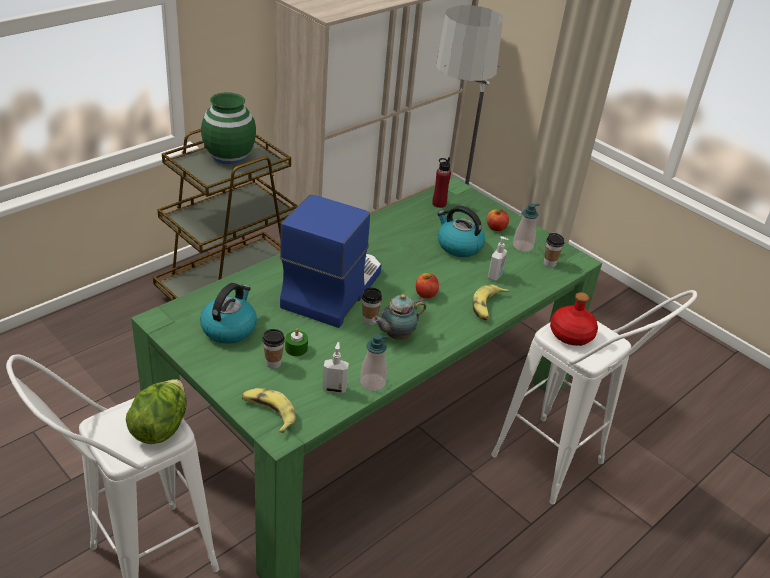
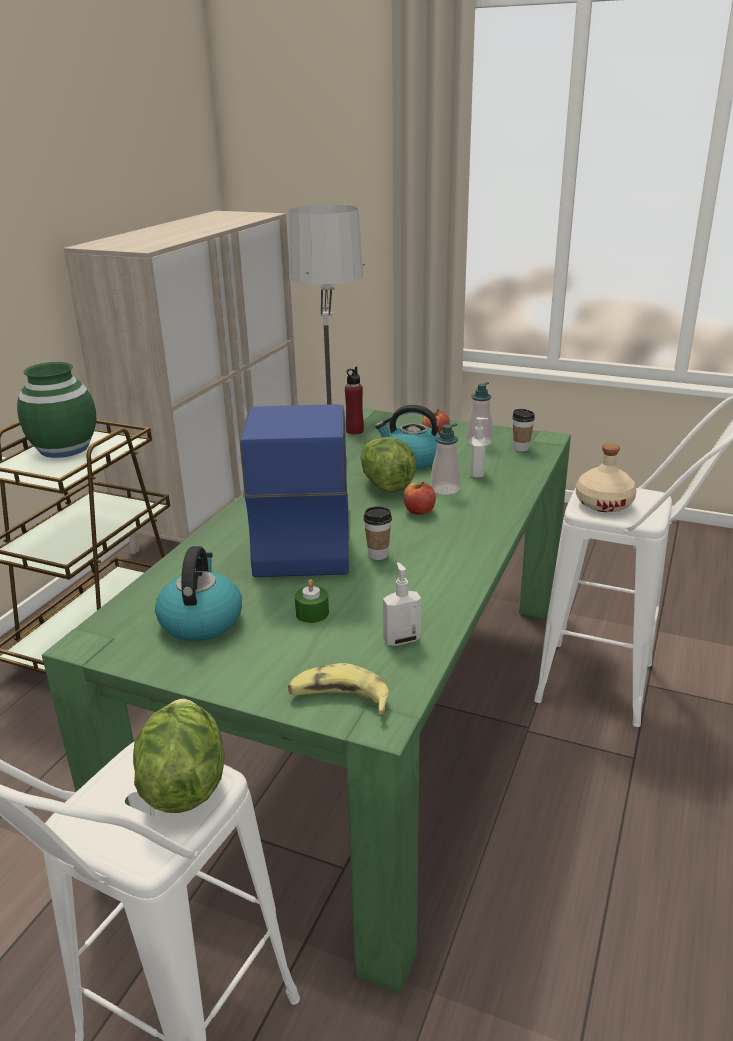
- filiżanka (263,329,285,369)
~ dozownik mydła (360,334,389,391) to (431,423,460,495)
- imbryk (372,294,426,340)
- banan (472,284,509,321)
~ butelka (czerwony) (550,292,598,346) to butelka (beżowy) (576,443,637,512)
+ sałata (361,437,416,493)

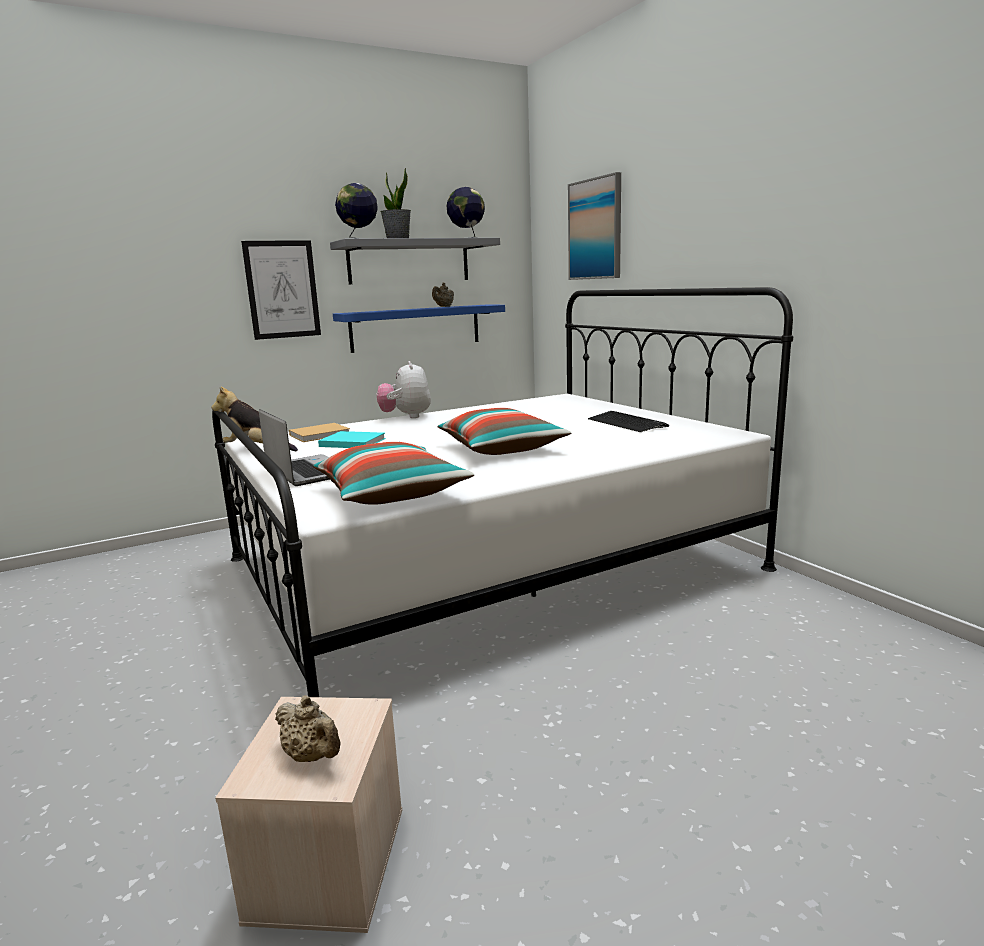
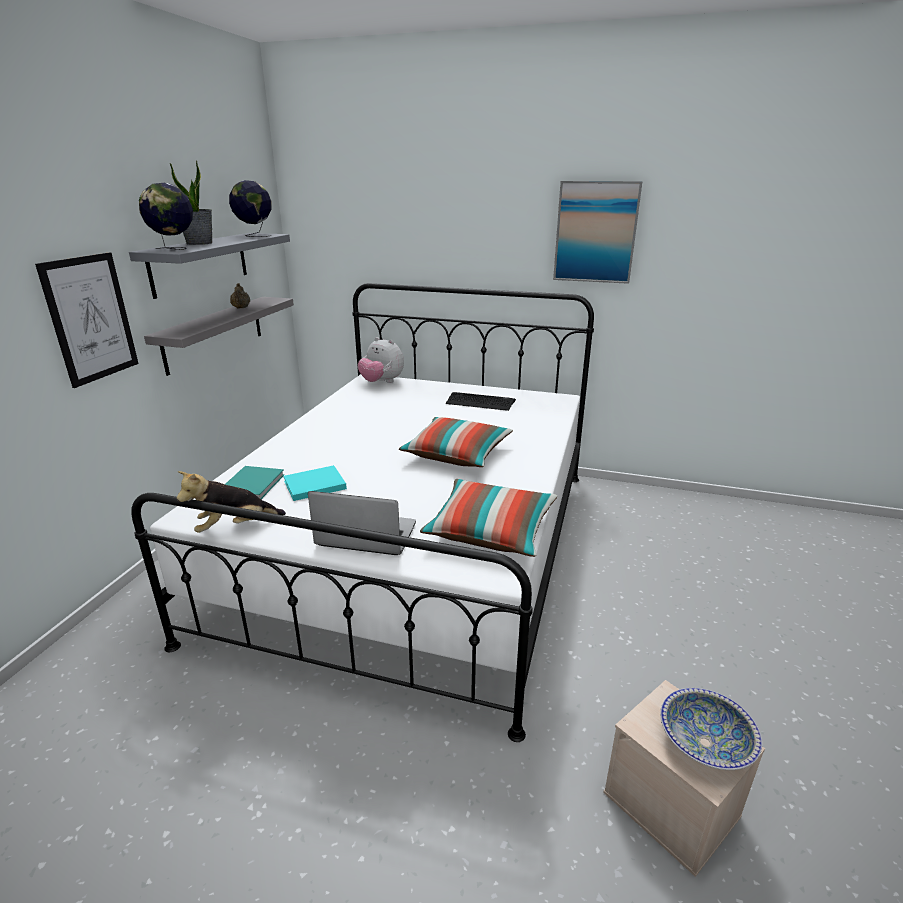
~ imbryk (beżowy) (275,695,340,762) to miska (660,688,762,770)
~ książka (beżowy) (289,423,350,442) to książka (turkusowy) (225,466,284,499)
~ półka (niebieski) (333,304,505,353) to półka (szary) (144,297,294,376)
~ pluszak (377,361,431,418) to (358,337,404,383)
~ obraz (568,172,621,280) to (553,181,643,284)

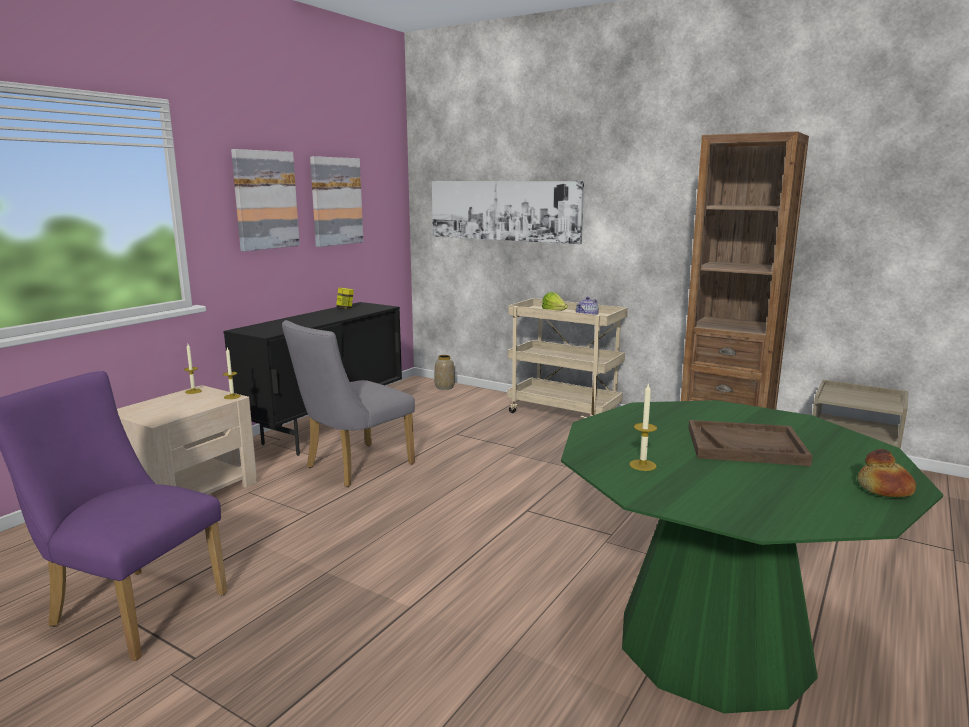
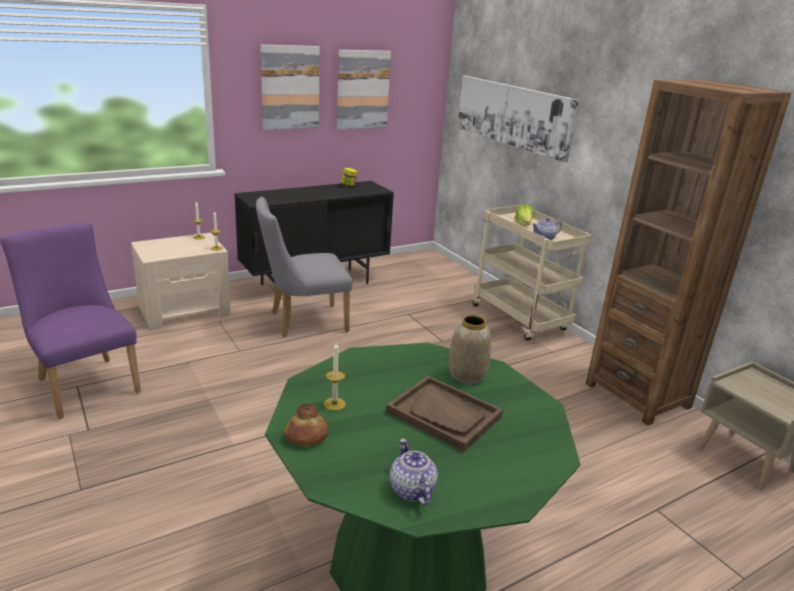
~ wazon (434,355,455,390) to (449,315,491,384)
~ chleb (857,449,916,497) to (284,403,328,447)
+ imbryk (390,439,438,506)

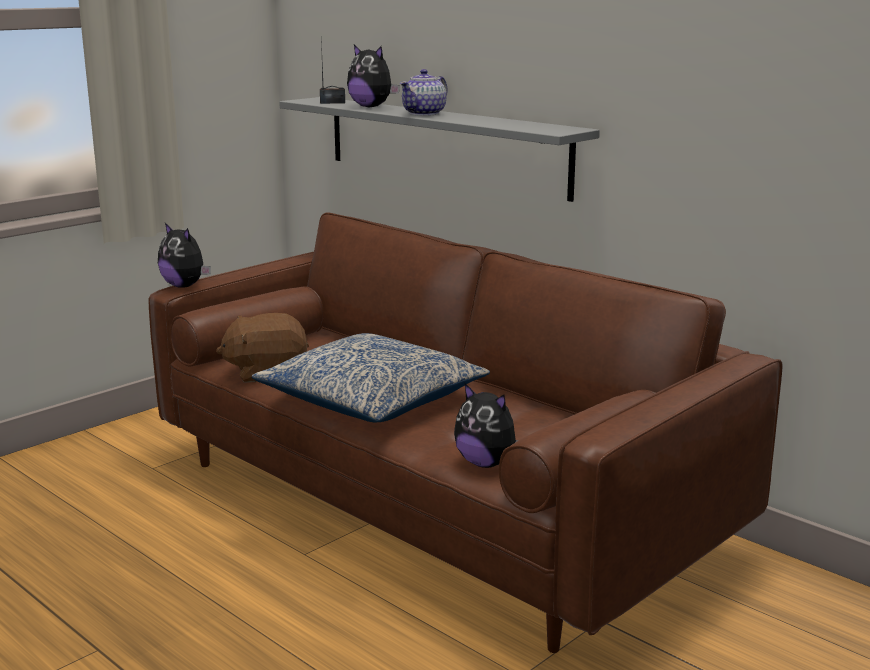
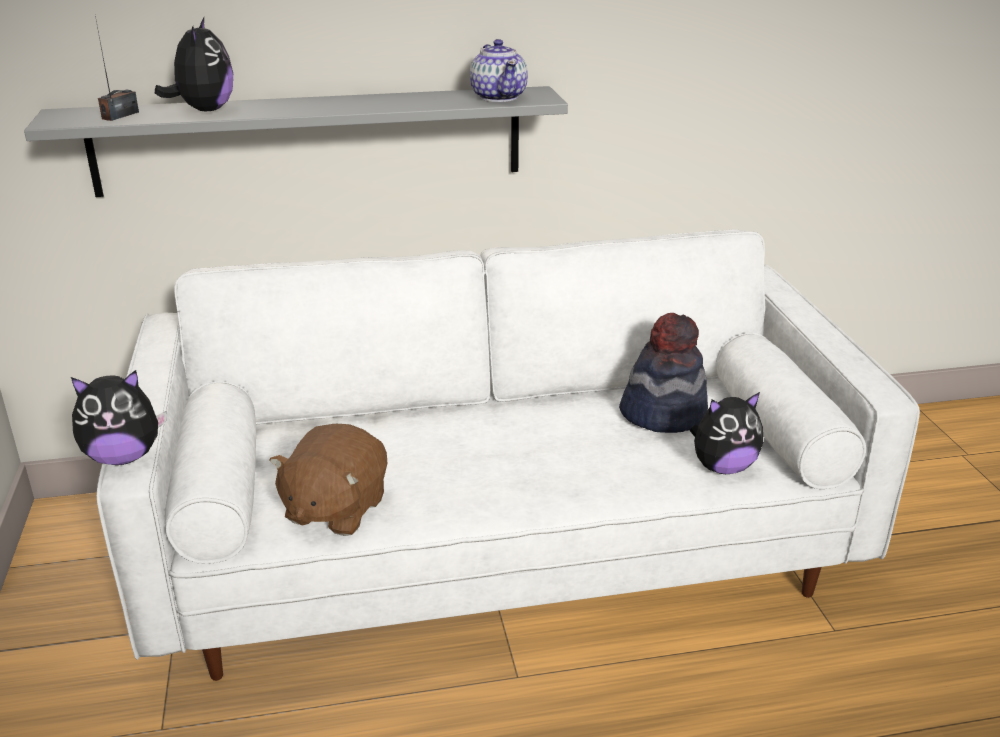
~ kanapa (brązowy) (149,212,782,653) to kanapa (biały) (97,229,920,681)
- poduszka (252,333,490,422)
~ pluszak (347,45,400,108) = (155,18,233,111) 75 degrees counterclockwise
~ imbryk (400,69,448,116) to (470,39,528,102)
+ kapelusz (619,313,708,433)

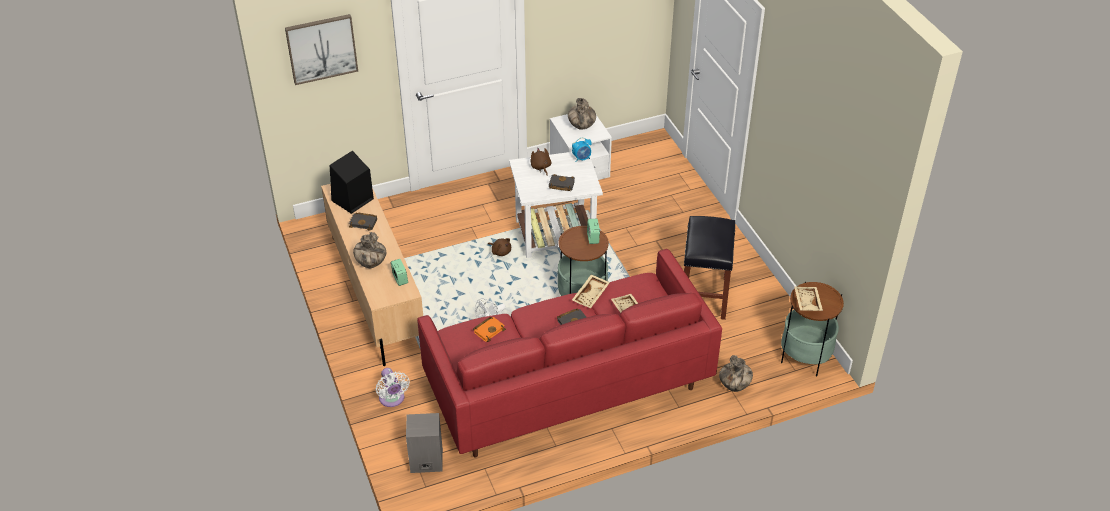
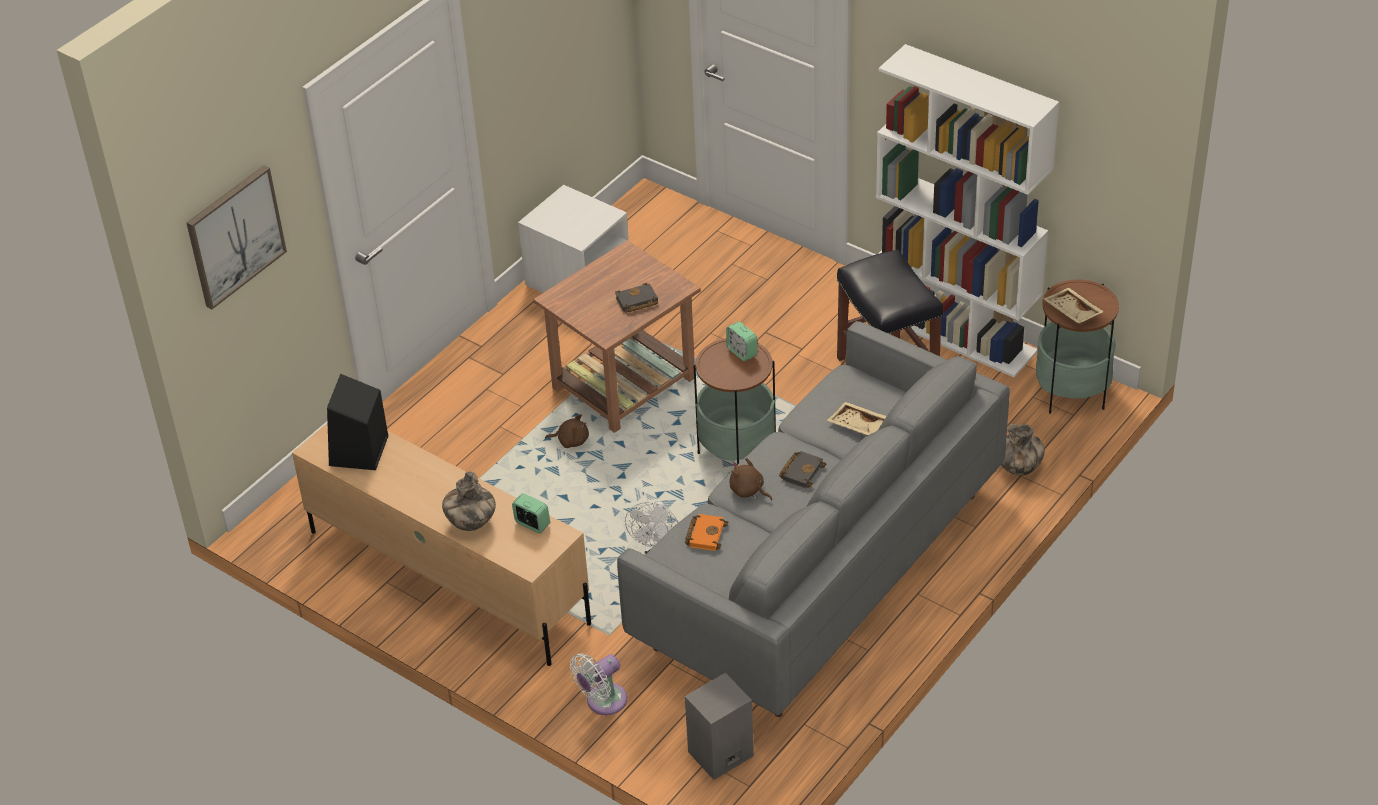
- książka (czarny) (349,213,377,231)
~ wentylator (biały) (375,368,410,407) = (570,653,627,715) 105 degrees clockwise
~ kanapa (czerwony) (417,249,722,457) to kanapa (szary) (617,321,1010,717)
~ stolik (biały) (509,152,603,258) to stolik (brązowy) (533,240,701,433)
~ pluszak (brązowy) (530,148,552,175) to (729,458,772,501)
- wazon (568,98,596,129)
- budzik (572,138,592,162)
- taca (beżowy) (572,275,610,308)
+ regał (biały) (876,44,1059,377)

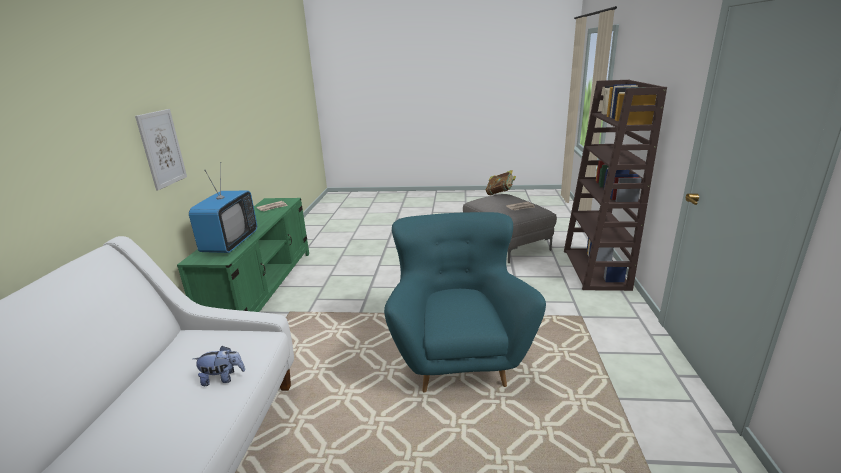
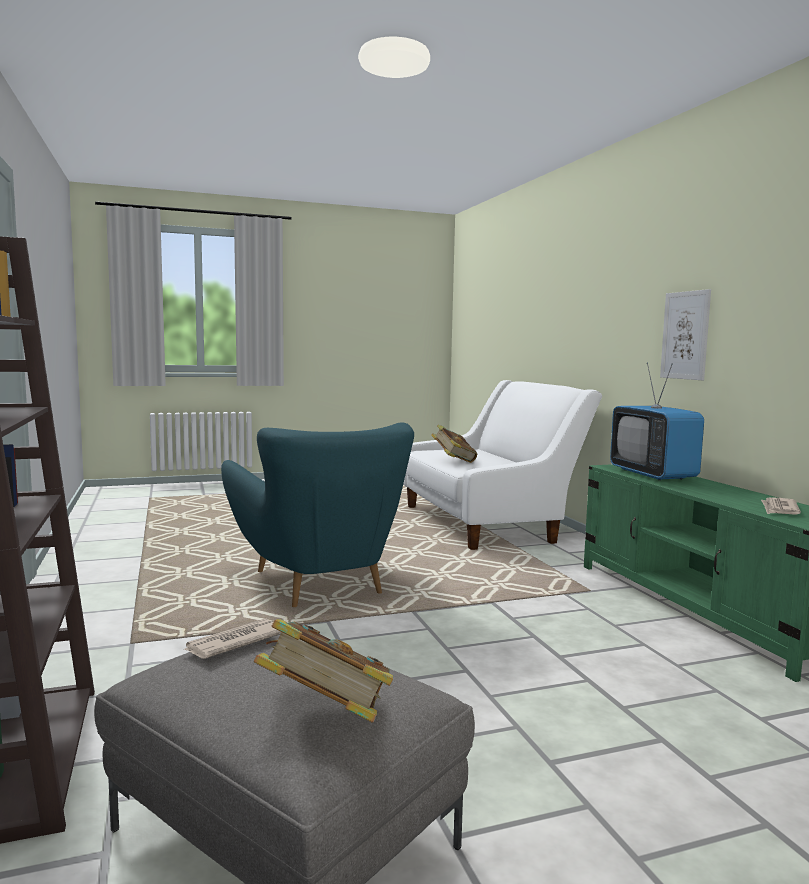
~ pluszak (193,346,245,386) to książka (431,424,477,463)

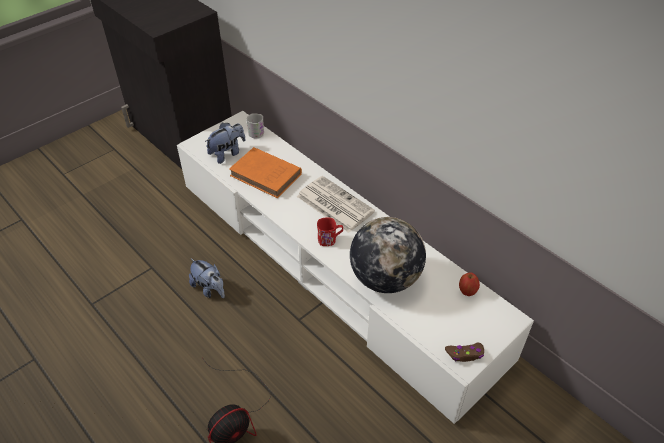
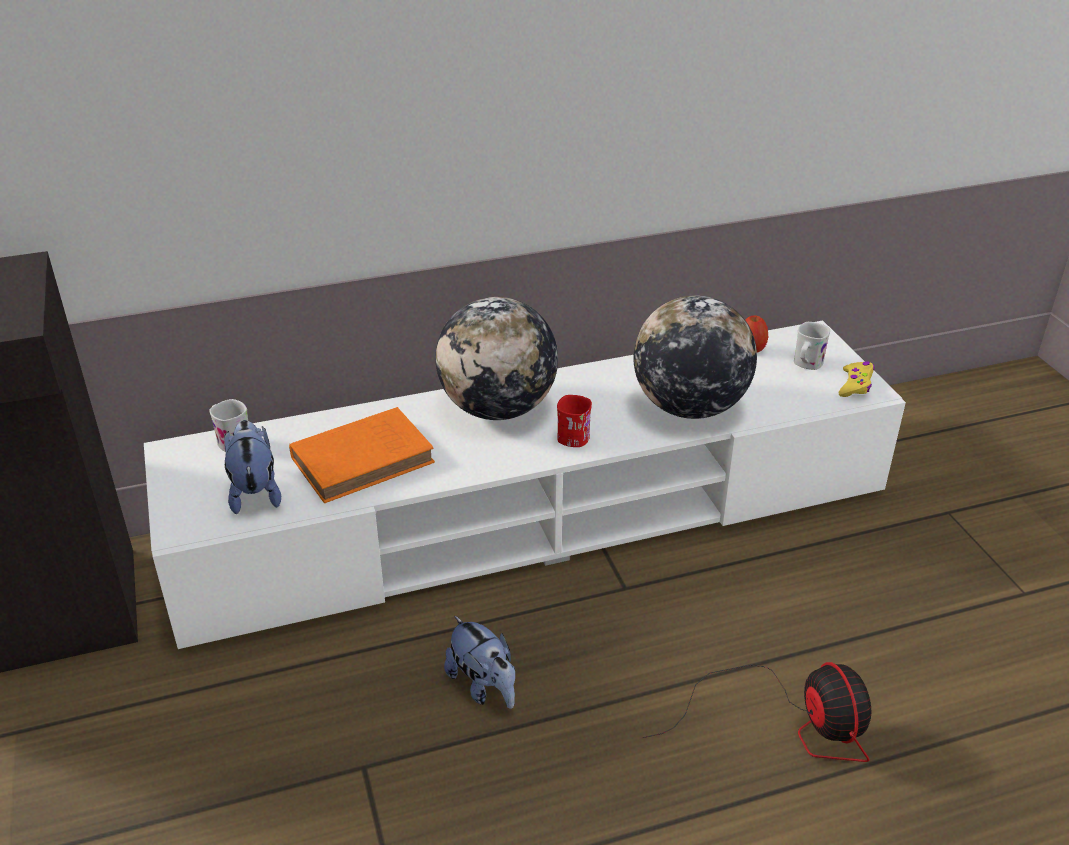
~ pluszak (189,258,225,298) = (444,616,515,709) 75 degrees clockwise
~ gazeta (297,176,375,233) to globus (436,297,558,420)
~ pad do gier (brązowy) (445,343,484,362) to pad do gier (żółty) (839,361,874,397)
+ kubek (biały) (794,322,830,370)

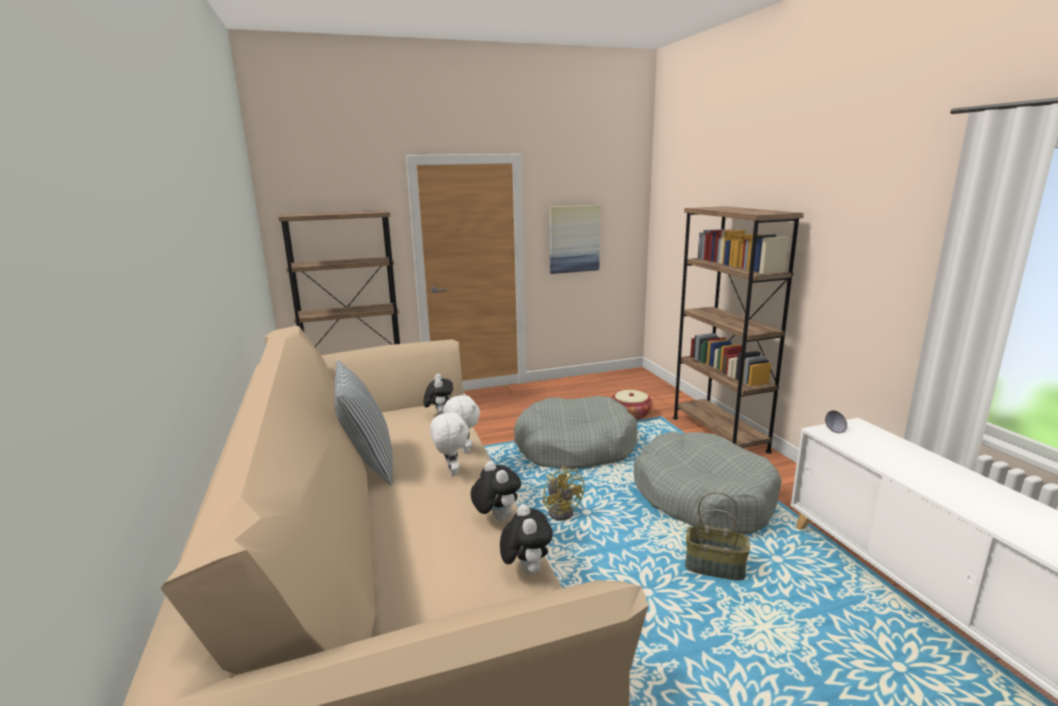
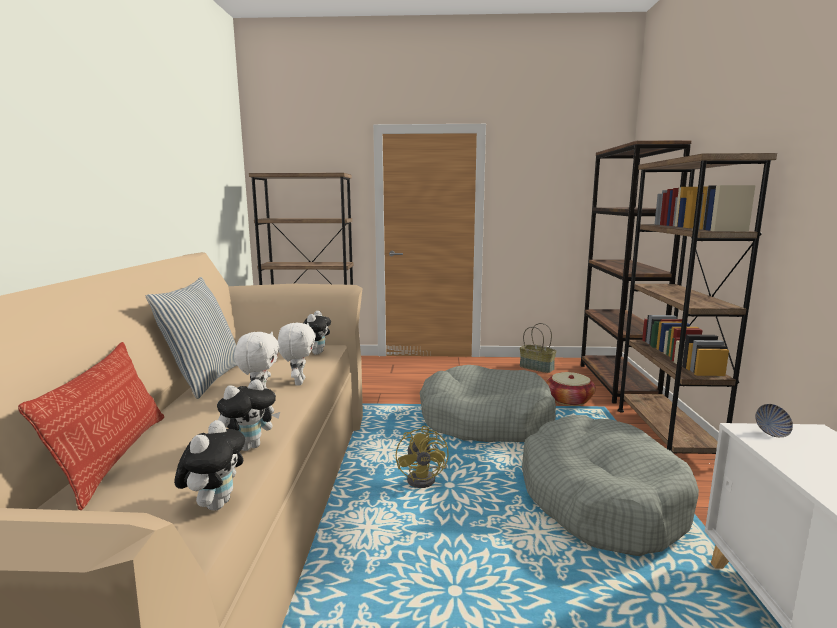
~ pluszak (471,461,521,521) = (217,379,280,451) 60 degrees clockwise
- obraz (549,205,600,274)
~ koszyk (685,492,750,580) to (520,323,556,373)
+ poduszka (18,342,164,510)
+ regał (brązowy) (581,140,692,403)

